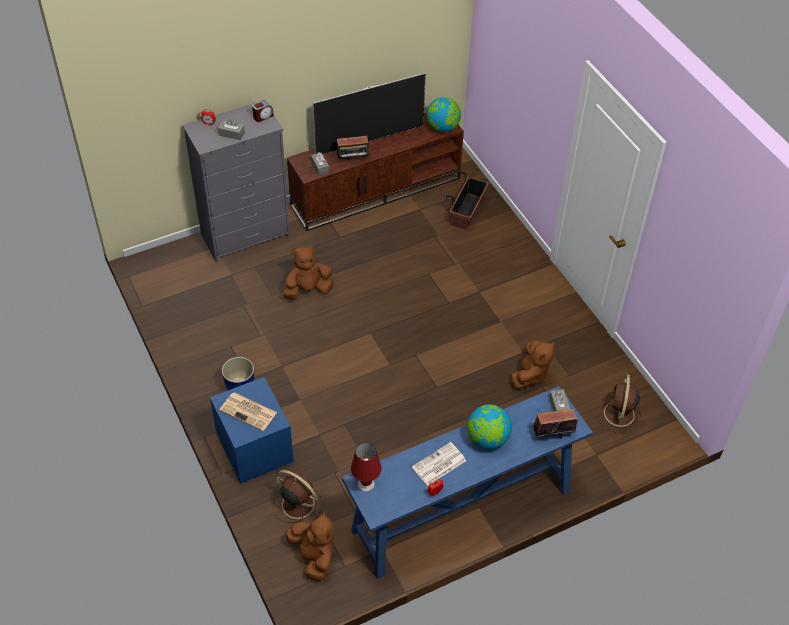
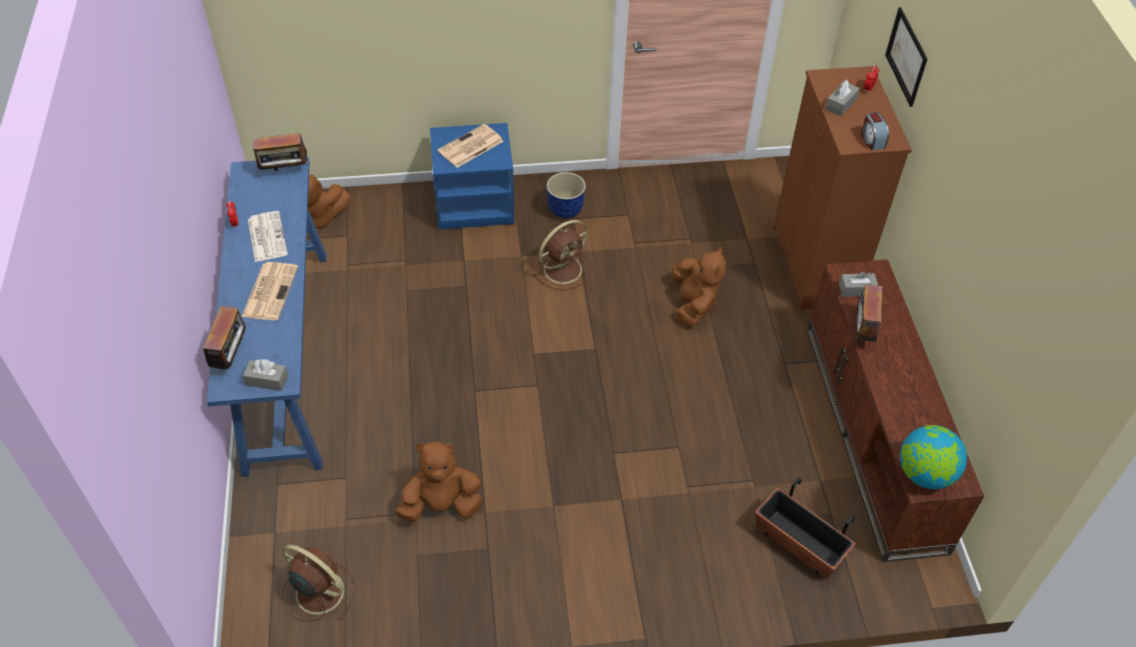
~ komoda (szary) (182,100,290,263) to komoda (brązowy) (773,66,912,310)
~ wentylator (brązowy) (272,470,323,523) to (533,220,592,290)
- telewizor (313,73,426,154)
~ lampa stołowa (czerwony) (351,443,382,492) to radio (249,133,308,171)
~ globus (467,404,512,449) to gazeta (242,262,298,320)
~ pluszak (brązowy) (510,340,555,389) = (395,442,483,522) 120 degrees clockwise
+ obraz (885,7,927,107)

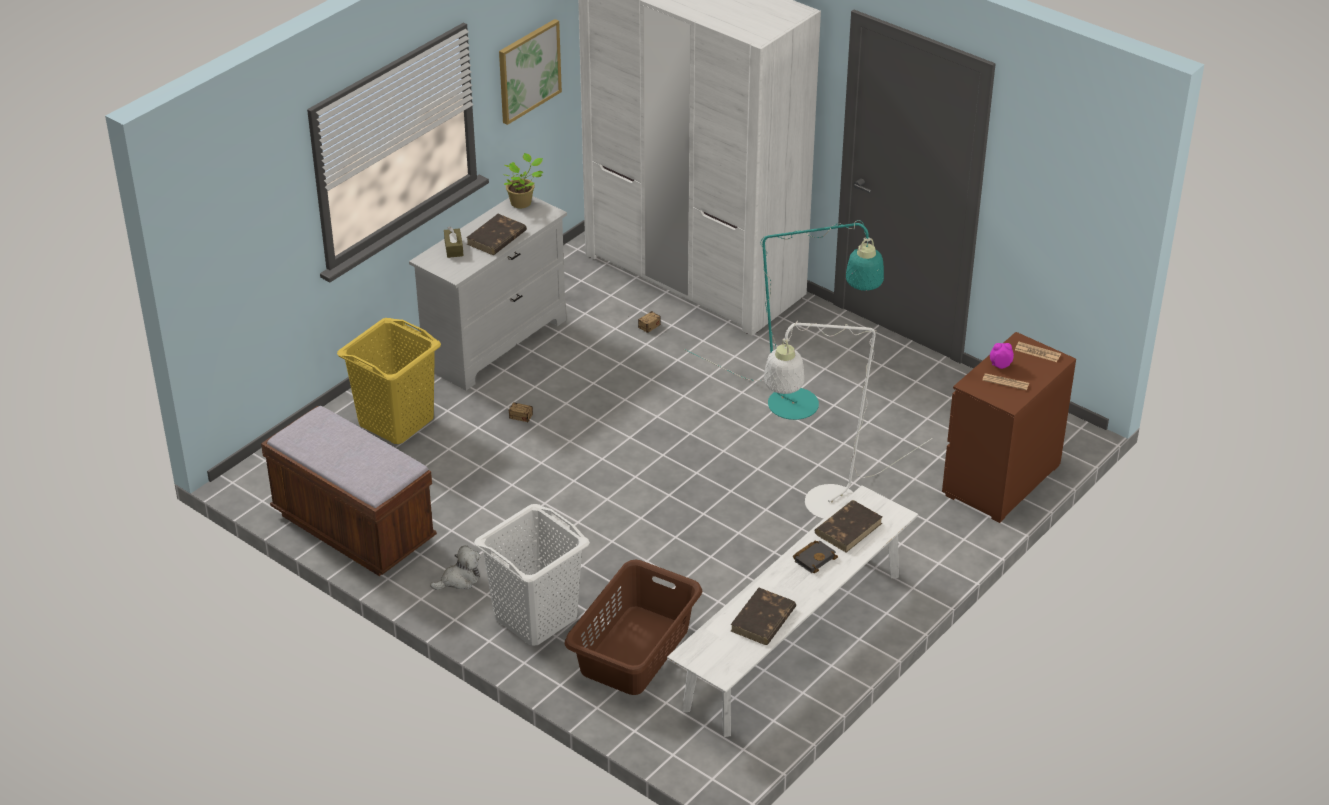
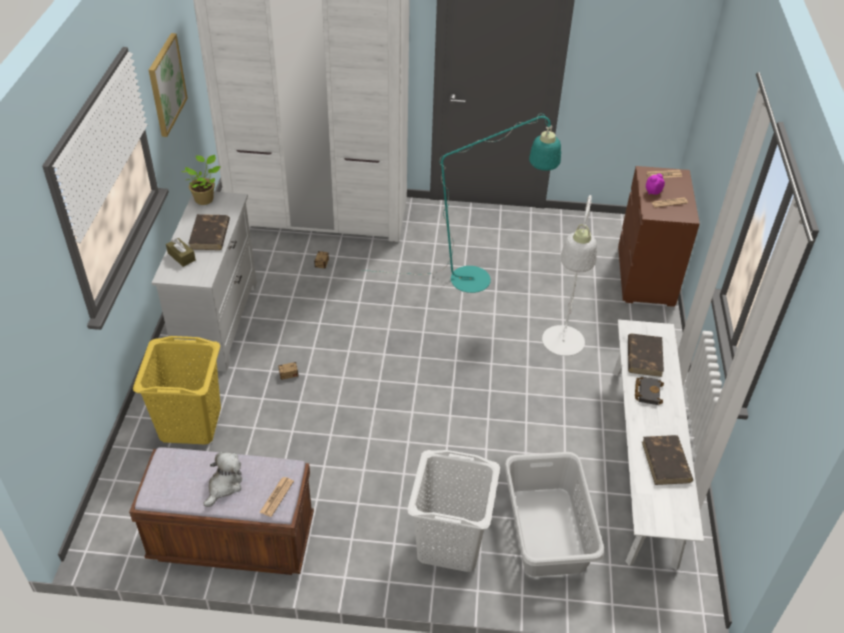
~ pluszak (430,545,481,590) to (204,451,242,507)
~ kosz na pranie (brązowy) (565,560,702,695) to kosz na pranie (szary) (504,452,604,576)
+ gazeta (259,477,294,517)

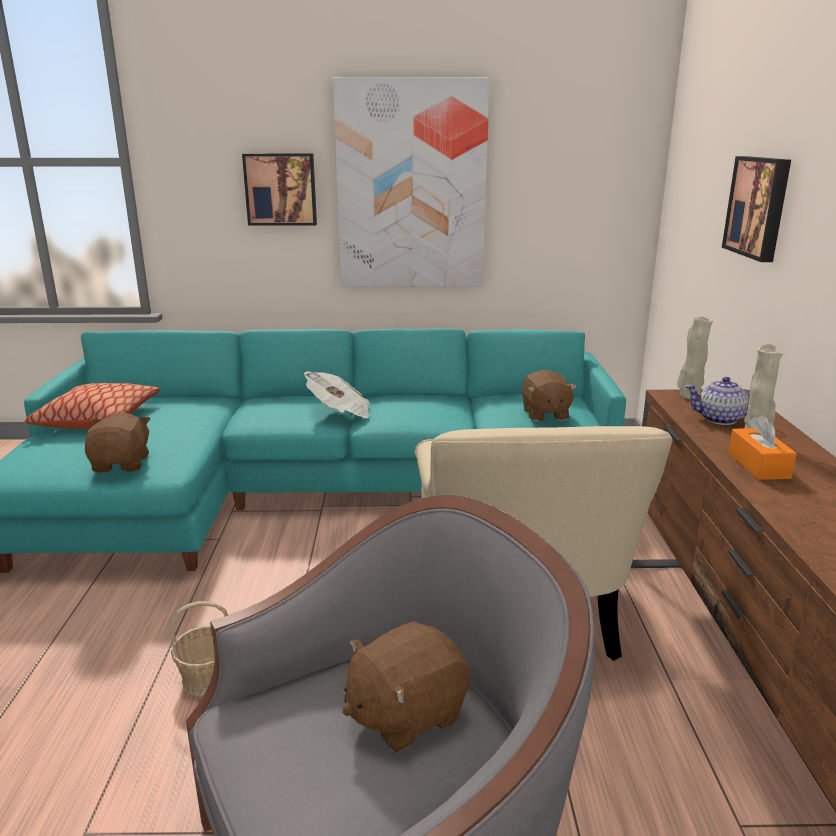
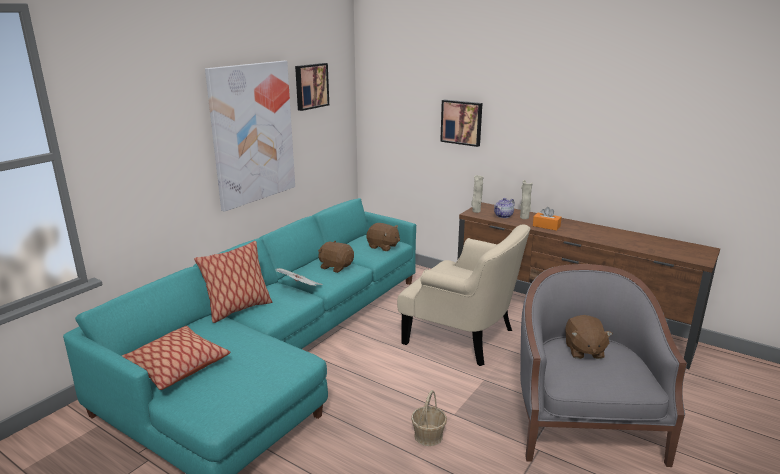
~ pluszak (brązowy) (85,413,150,472) to (318,240,354,273)
~ obraz (242,153,317,226) to (295,63,329,111)
+ poduszka (194,241,272,323)

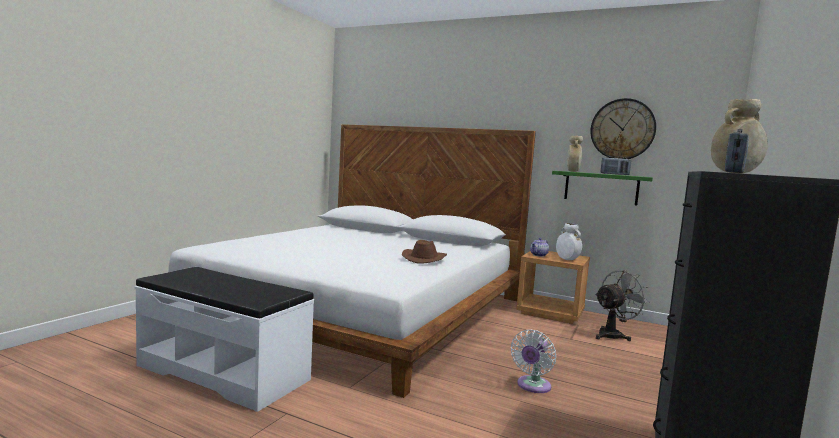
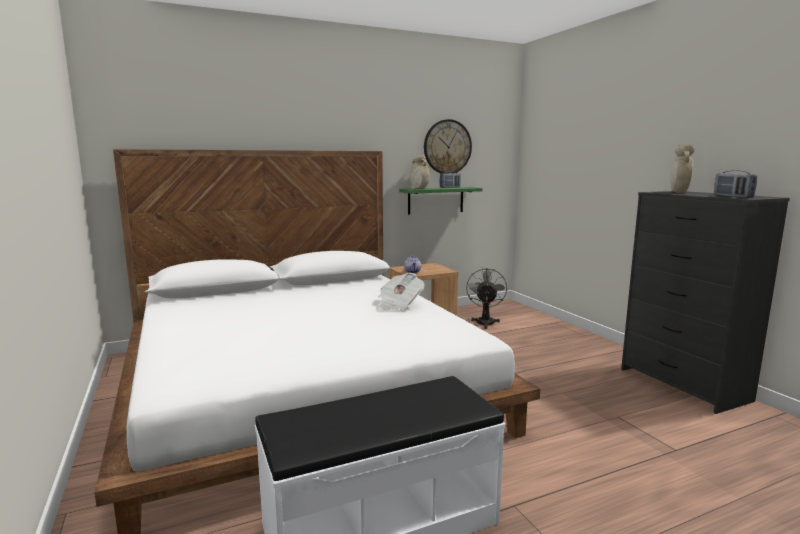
~ kapelusz (brązowy) (402,240,447,264) to gazeta (377,273,425,310)
- wentylator (biały) (511,330,556,393)
- wazon (biały) (556,223,582,260)

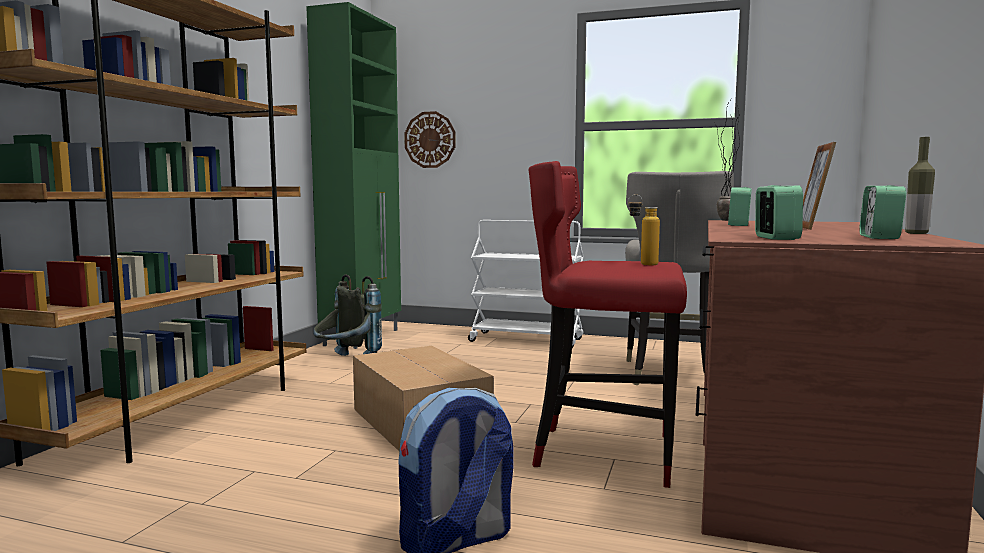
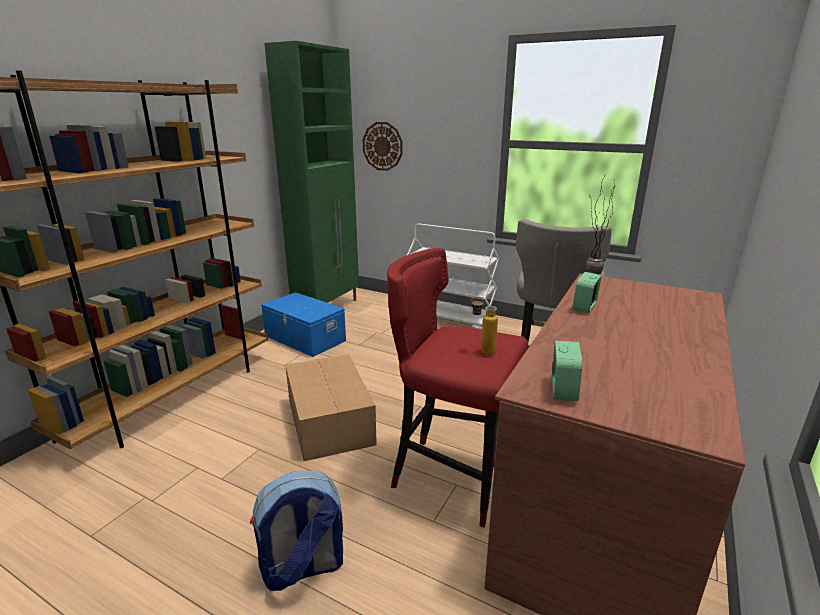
~ plecak (szary) (313,274,382,356) to pojemnik do przechowywania (niebieski) (261,292,346,357)
- ramka na zdjęcie (802,142,836,230)
- budzik (859,185,906,239)
- butelka (905,137,935,234)

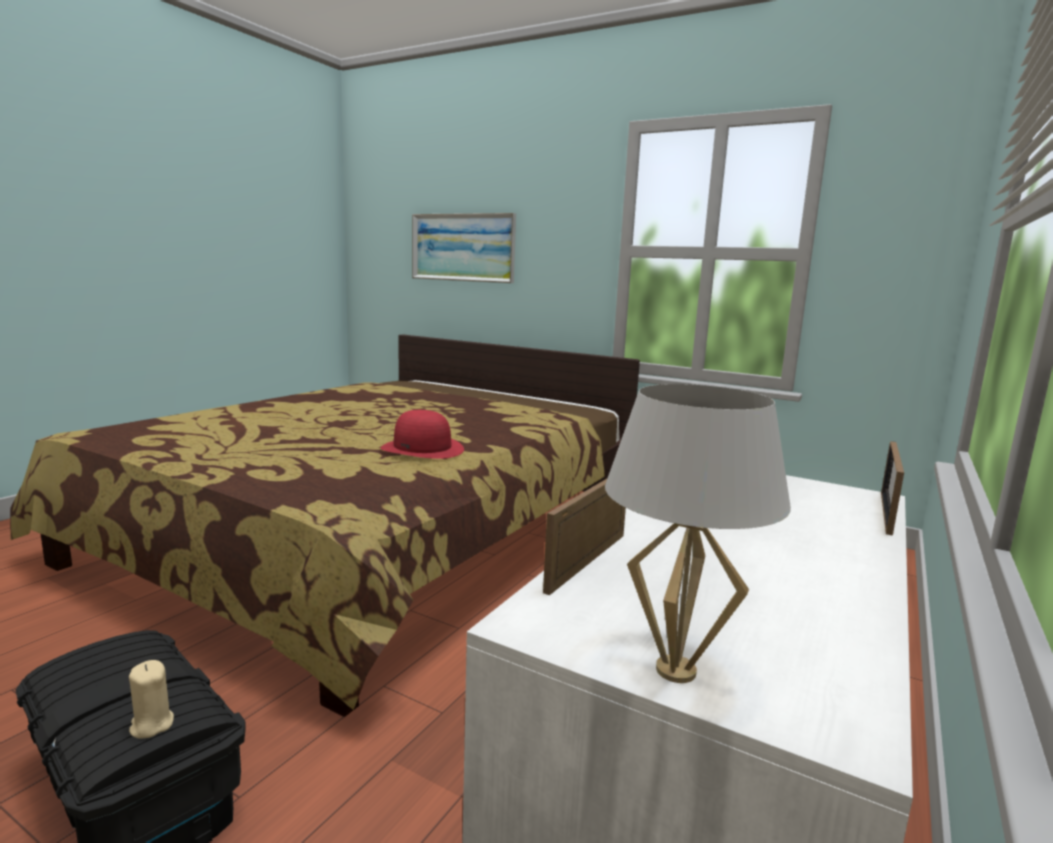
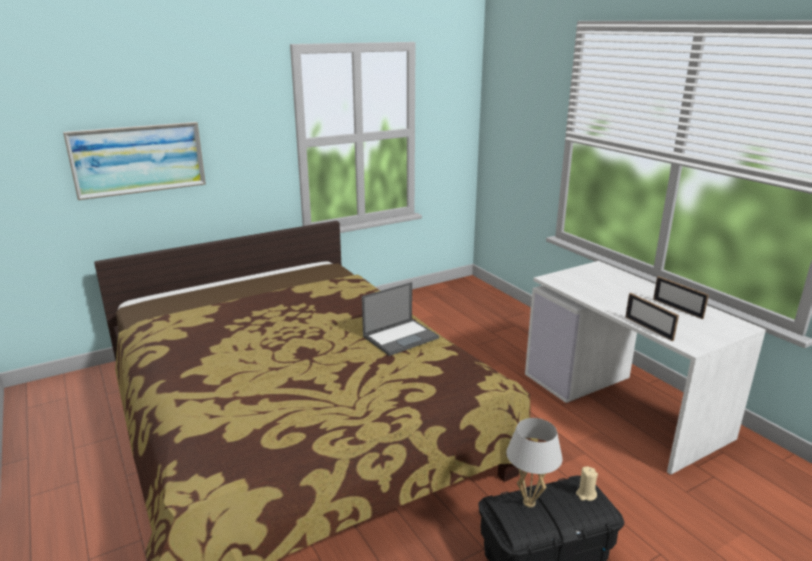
~ kapelusz (czerwony) (381,410,464,459) to laptop (362,282,439,356)
~ lampa stołowa (biały) (605,384,791,683) to (506,418,562,508)
~ ramka na zdjęcie (881,441,904,536) to (653,276,709,319)

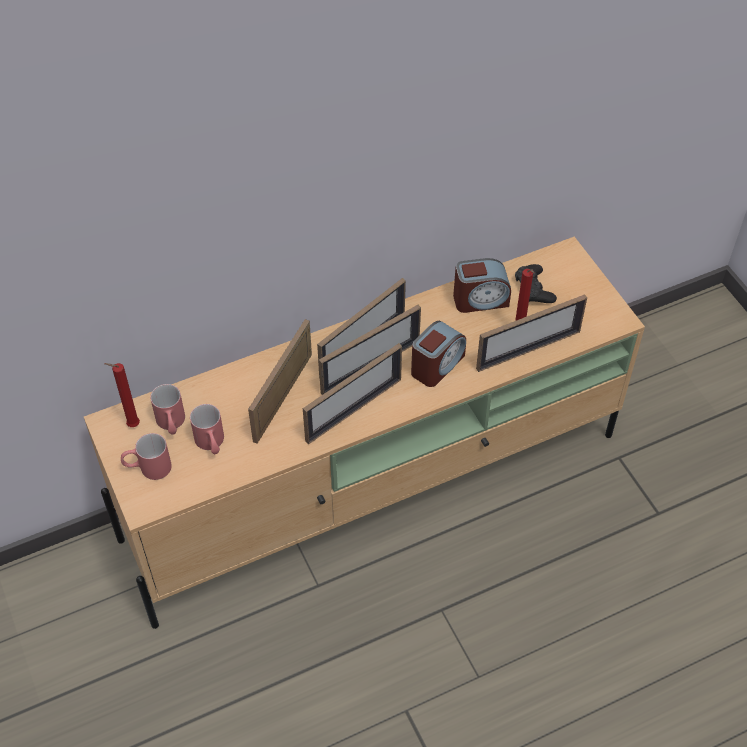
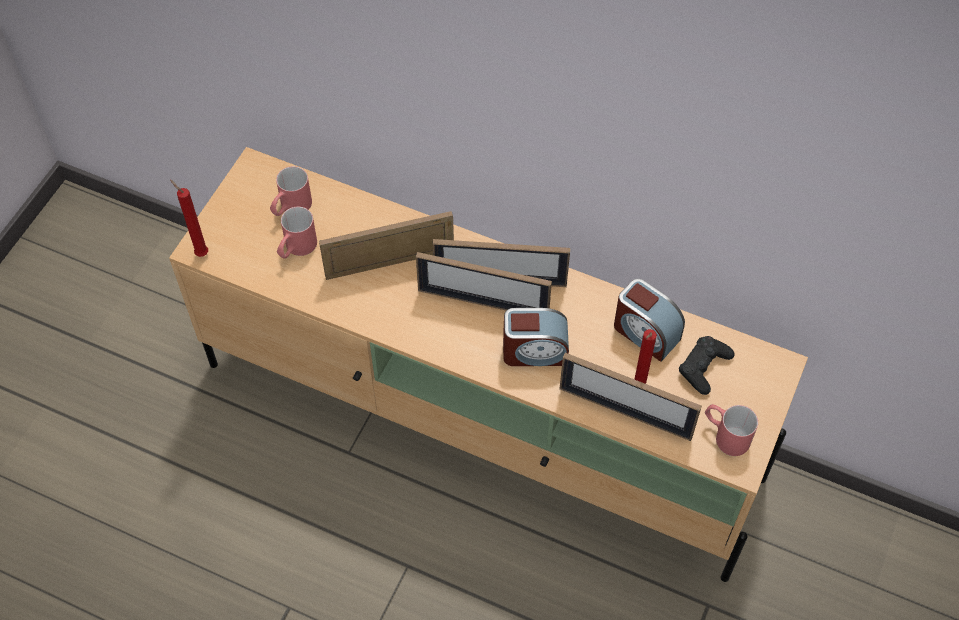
~ świeca (czerwony) (104,363,140,427) to (170,180,208,257)
~ kubek (czerwony) (121,433,172,480) to (705,404,758,456)
- ramka na zdjęcie (303,343,402,444)

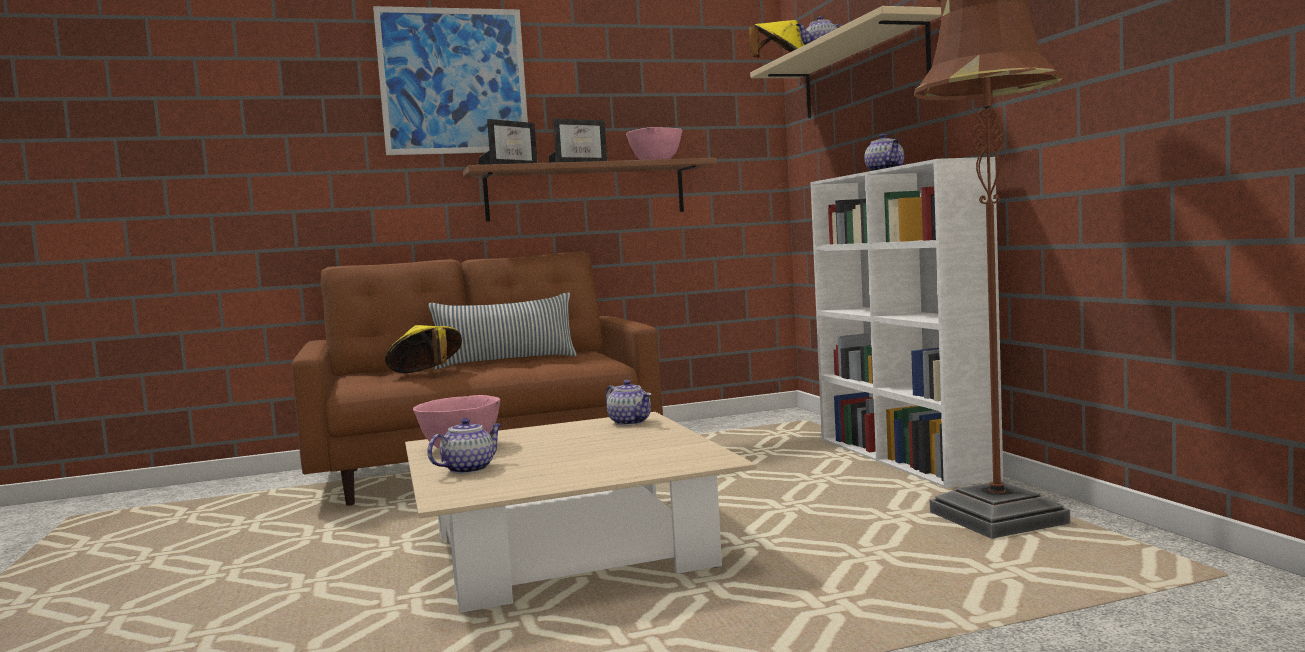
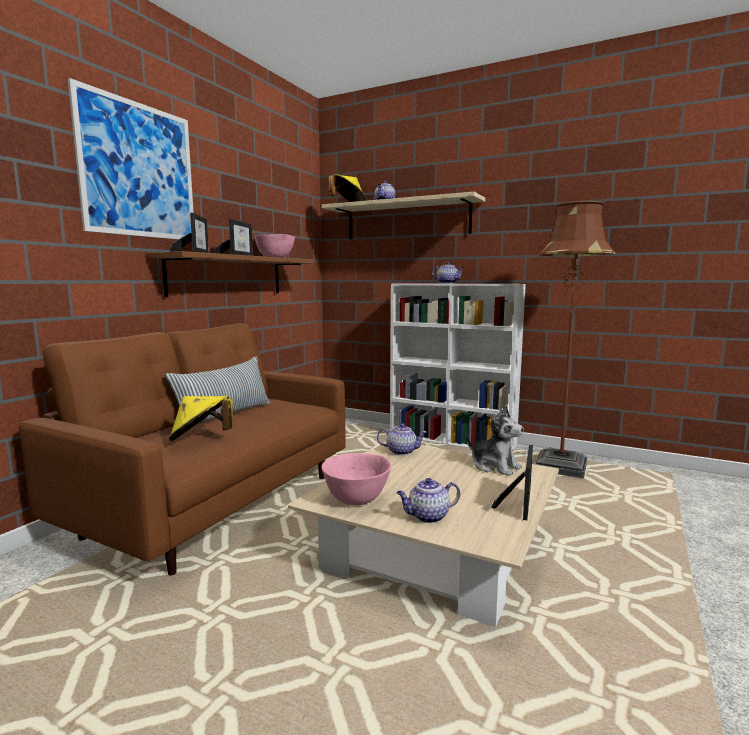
~ imbryk (427,418,502,474) = (397,478,460,523) 105 degrees counterclockwise
+ pluszak (467,405,524,476)
+ ramka na zdjęcie (491,445,533,520)

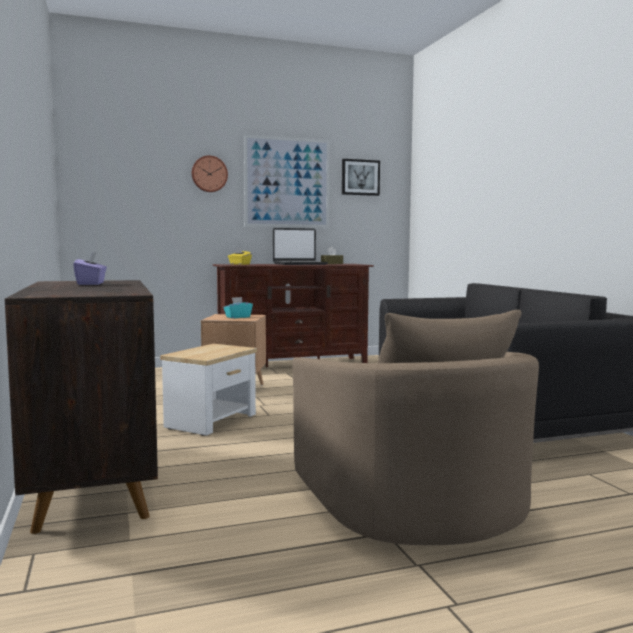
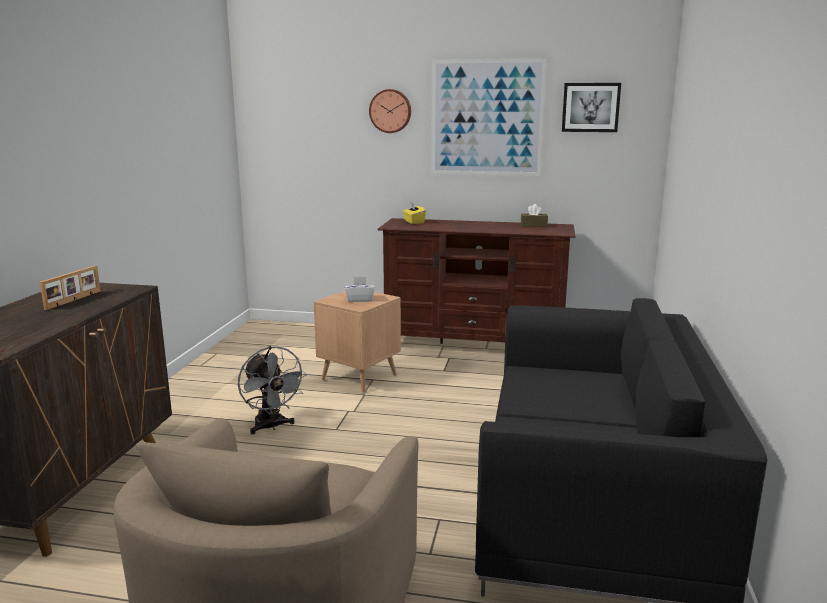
~ pudełko chusteczek (fioletowy) (73,252,107,285) to ramka na zdjęcie (40,266,101,310)
~ stolik (160,344,257,436) to wentylator (szary) (238,346,307,434)
~ pudełko chusteczek (turkusowy) (223,297,253,318) to pudełko chusteczek (biały) (345,277,375,302)
- laptop (273,228,328,265)

